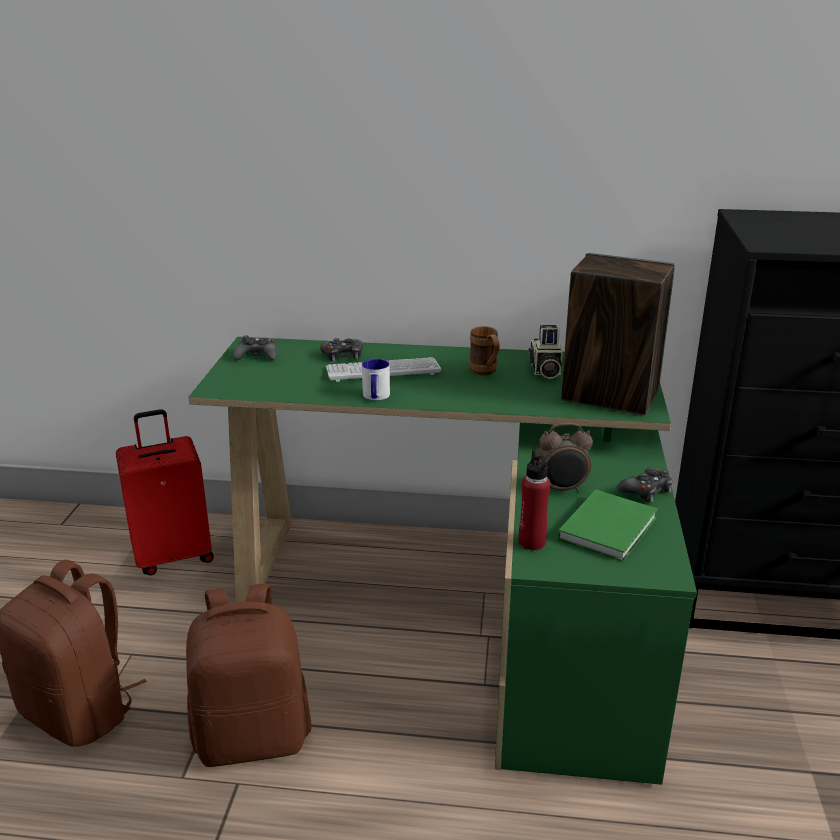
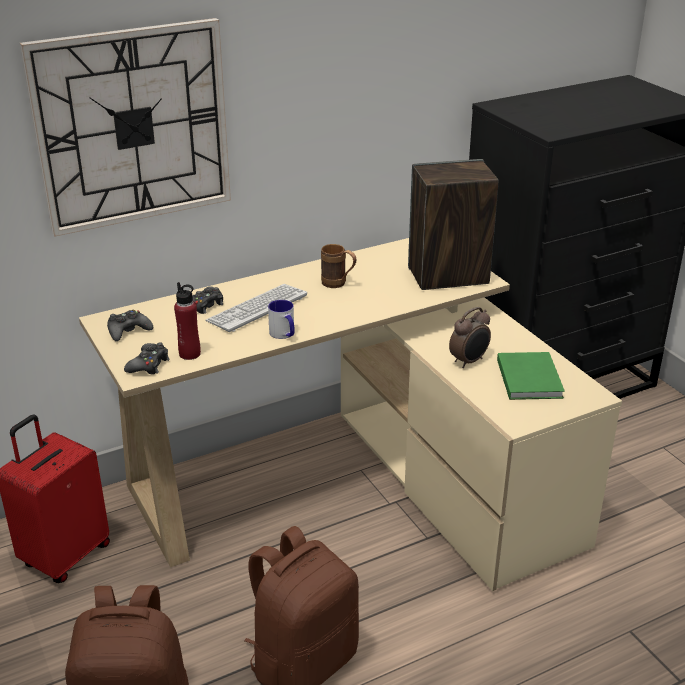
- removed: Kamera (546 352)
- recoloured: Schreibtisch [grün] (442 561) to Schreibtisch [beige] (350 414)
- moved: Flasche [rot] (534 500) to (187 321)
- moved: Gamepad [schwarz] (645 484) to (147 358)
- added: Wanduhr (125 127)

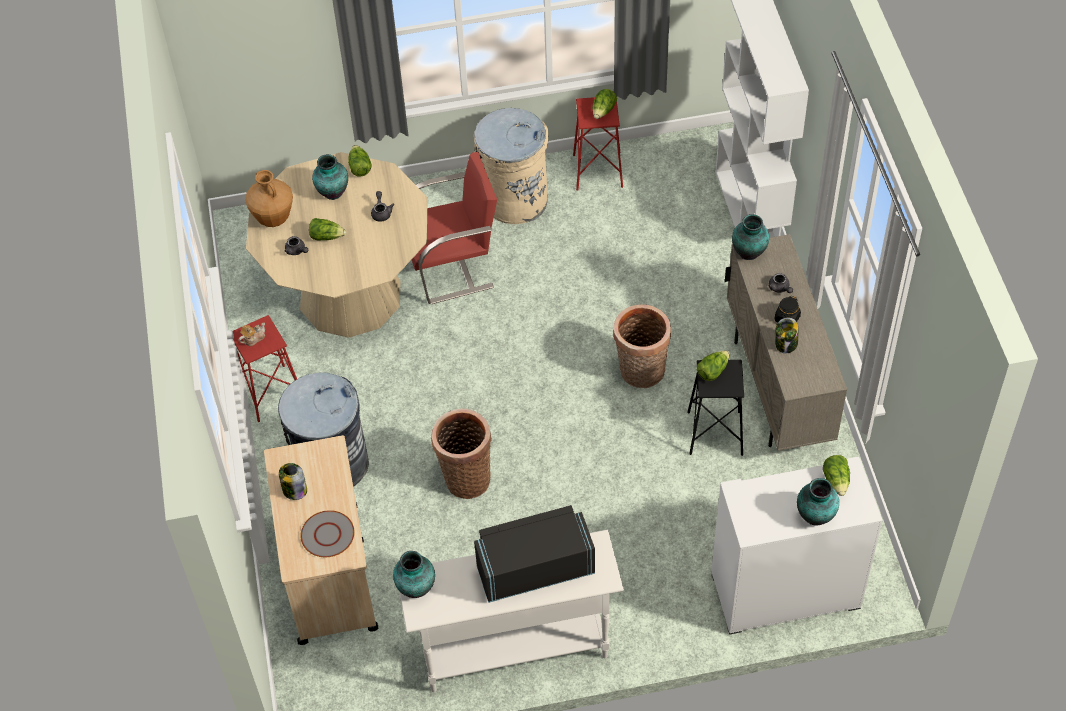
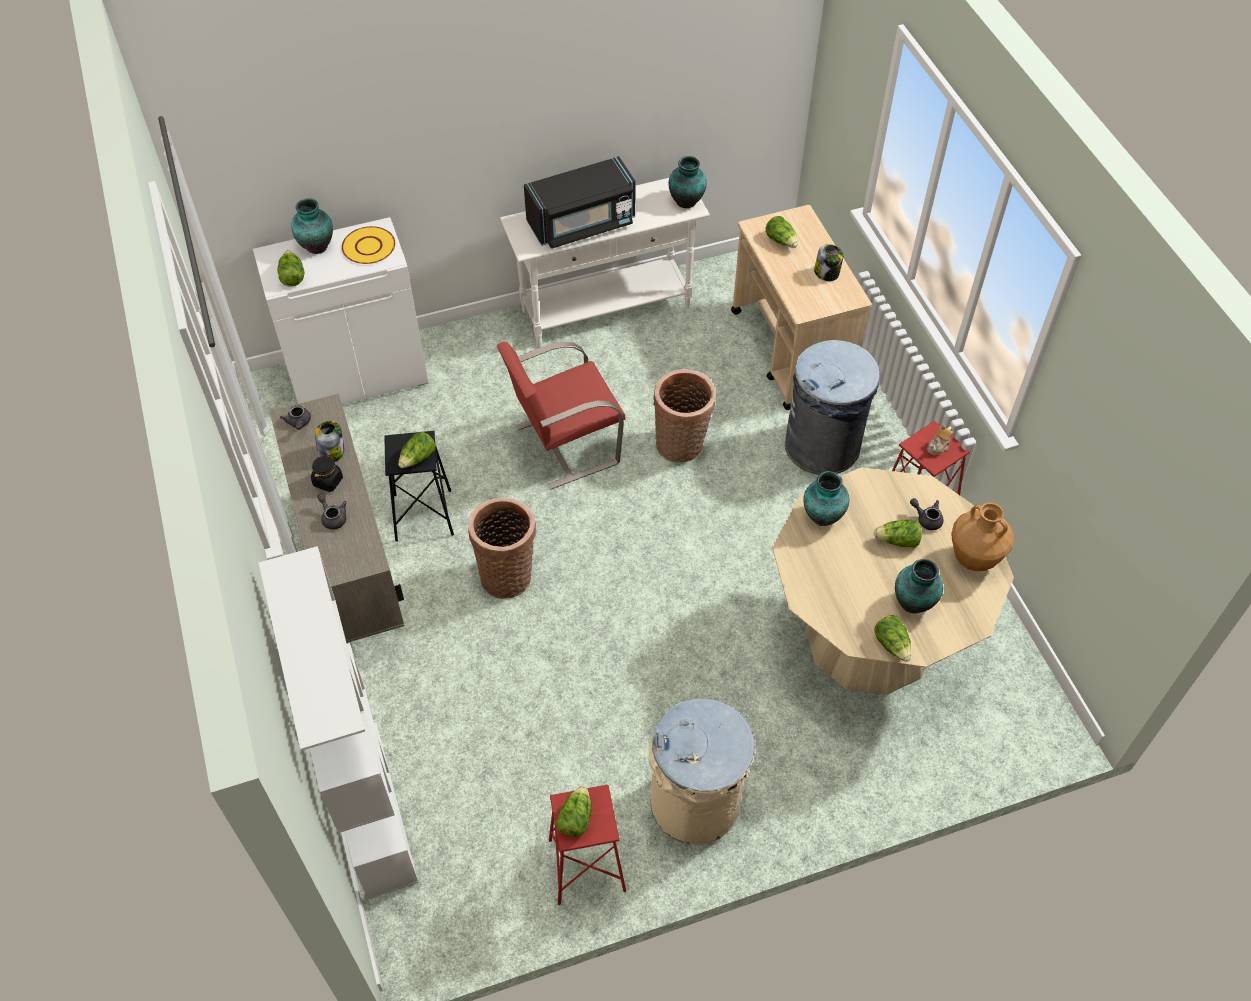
- moved: Stuhl [rot] (454 228) to (560 415)
- moved: Teekanne [grau] (382 206) to (295 417)
- moved: Vase (750 237) to (826 498)
- replaced: Teller [grau] (328 533) to Salatkopf (782 232)
- added: Teller [gelb] (368 245)

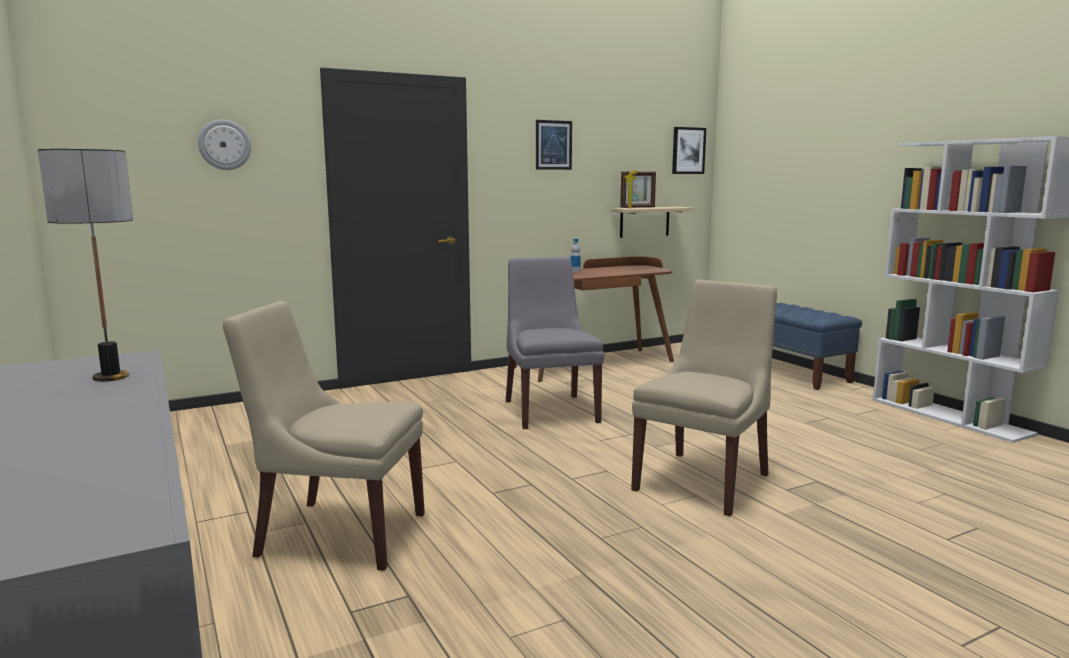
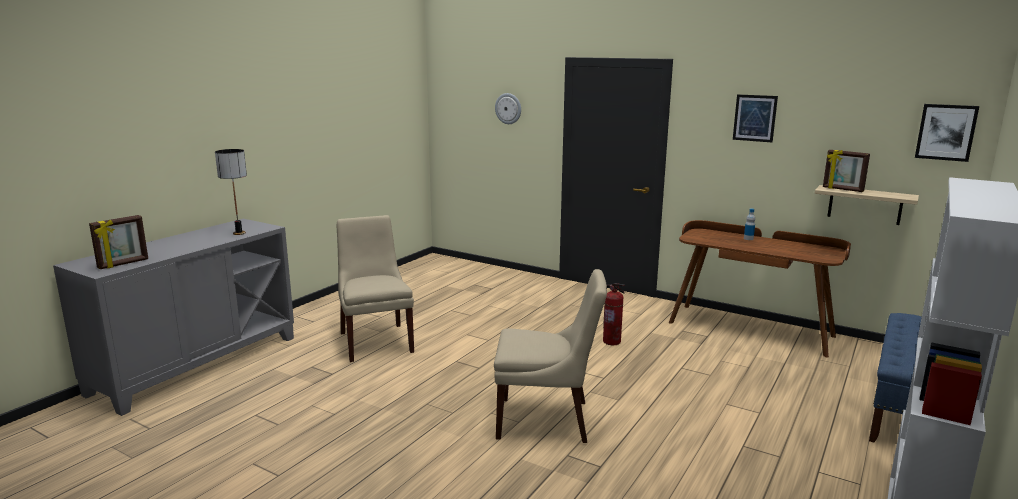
- replaced: Stuhl [grau] (555 343) to Feuerlöscher (614 314)
- added: Bilderrahmen (118 242)

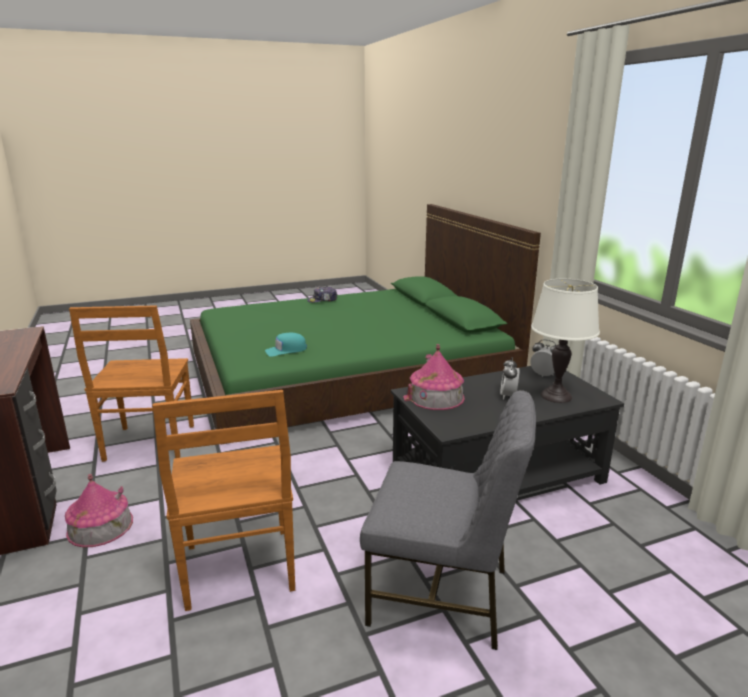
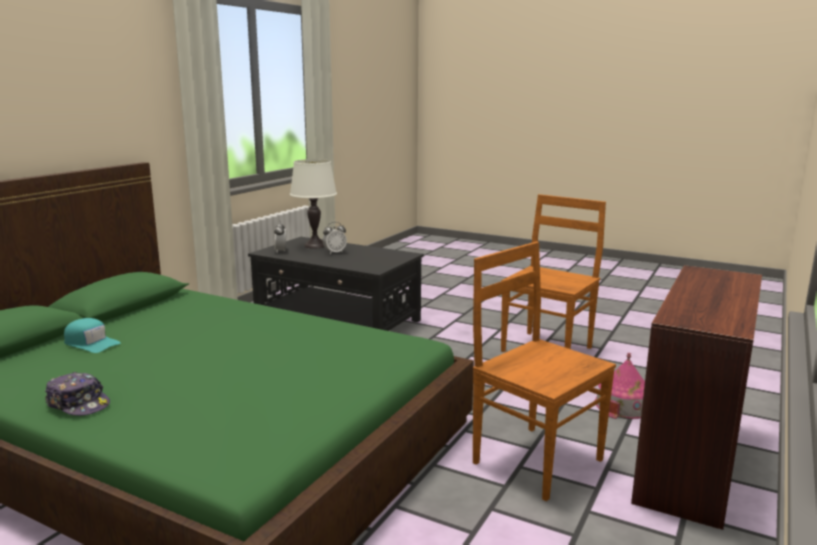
- turned: Stuhl [braun] (131 383) = (544 371) 90 degrees counterclockwise
- moved: Kappe [türkis] (286 345) to (92 335)
- removed: Spielzeughaus (434 377)
- removed: Stuhl [grau] (448 520)

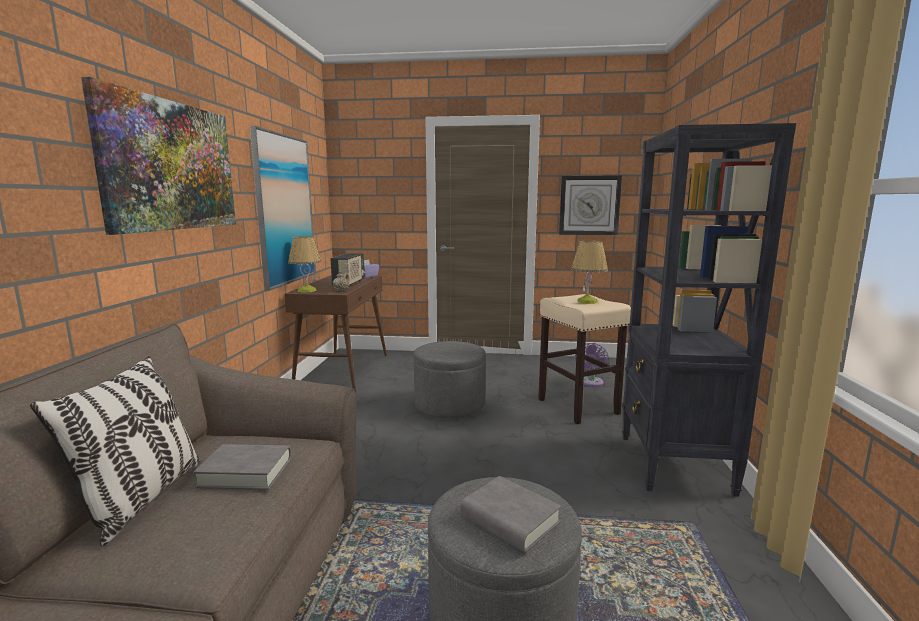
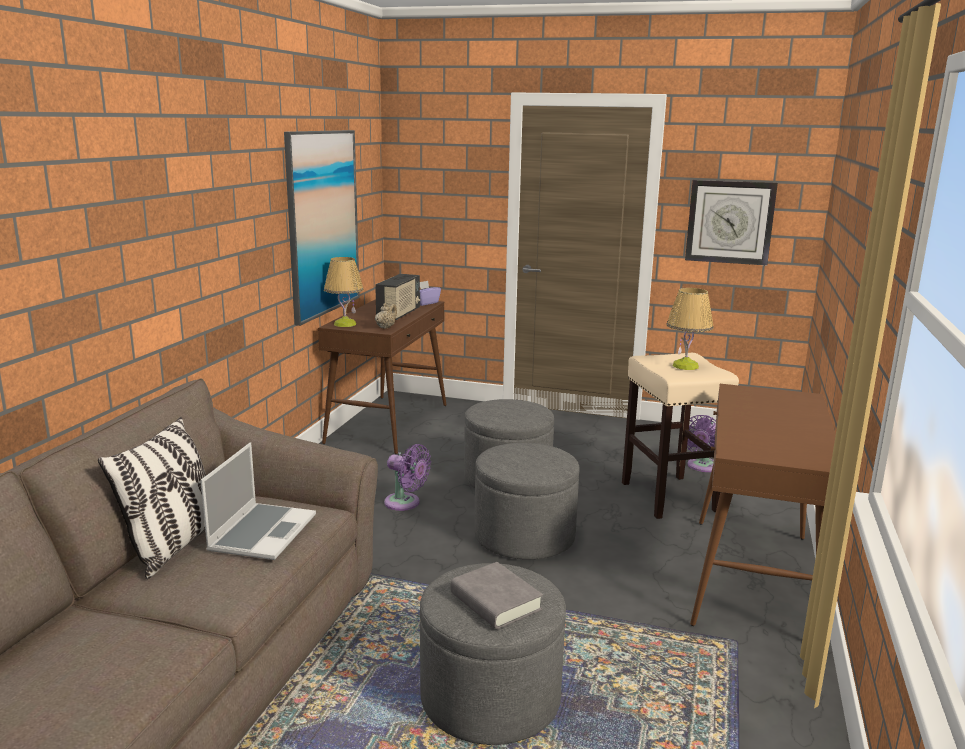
- removed: Bild (158 156)
- replaced: Bücherregal [schwarz] (709 310) to Konsolentisch [braun] (763 505)
- replaced: Buch [grau] (242 467) to Laptop (258 501)
- added: Polsterhocker [grau] (527 501)
- added: Ventilator [lila] (407 477)

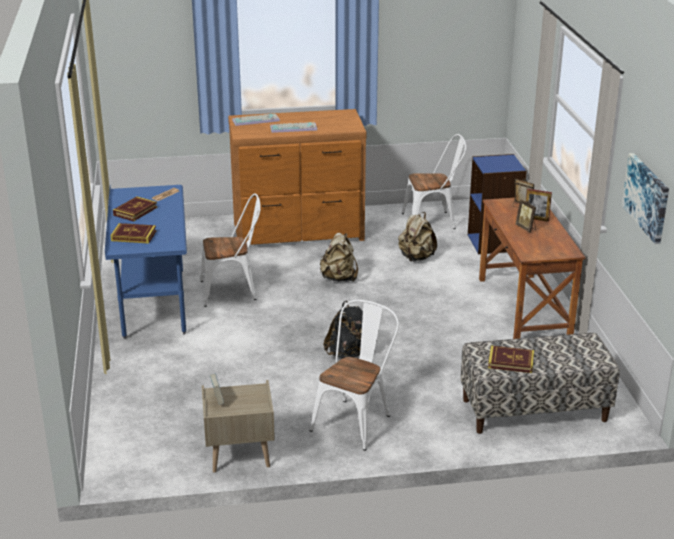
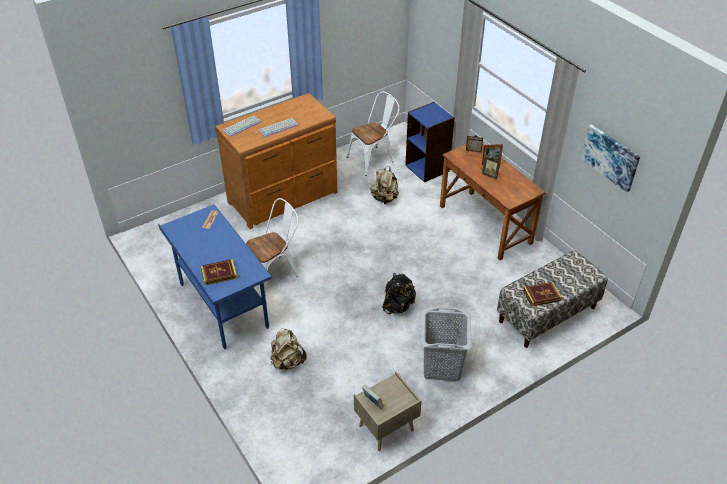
- removed: Buch (135 208)
- moved: Rucksack [beige] (339 257) to (289 349)
- replaced: Stuhl [weiß] (354 375) to Wäschekorb [grau] (446 344)

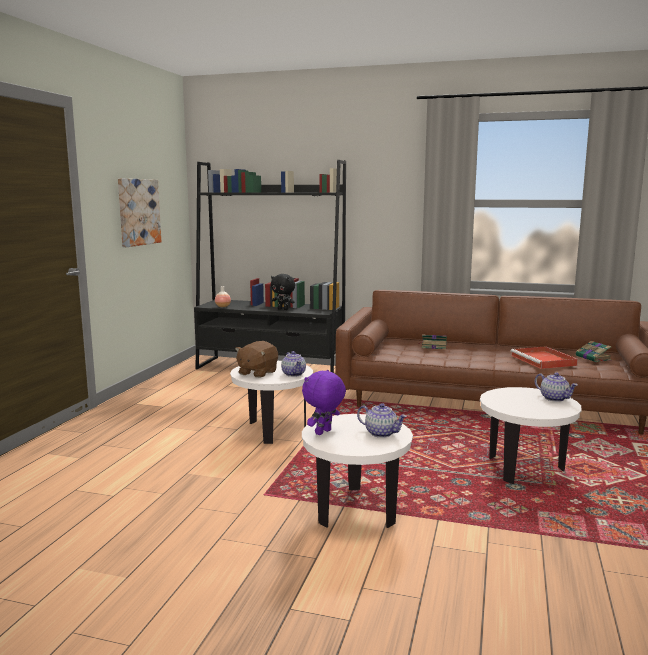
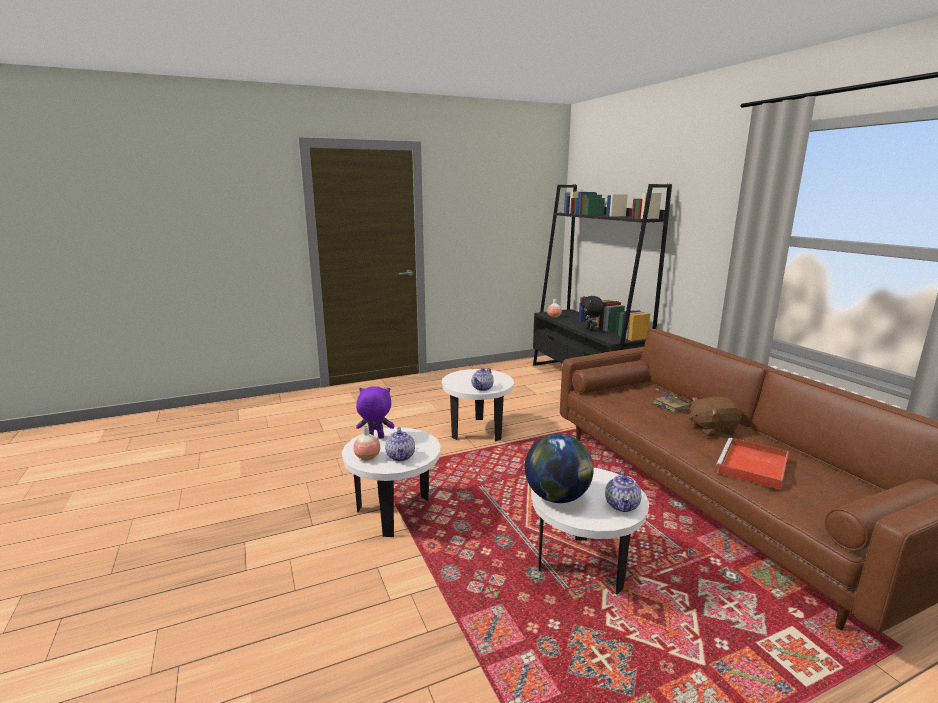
- removed: Bild (139 212)
- moved: Plüschtier [braun] (256 359) to (715 417)
- removed: Buch (594 351)
- added: Vase (366 443)
- added: Globus (559 468)

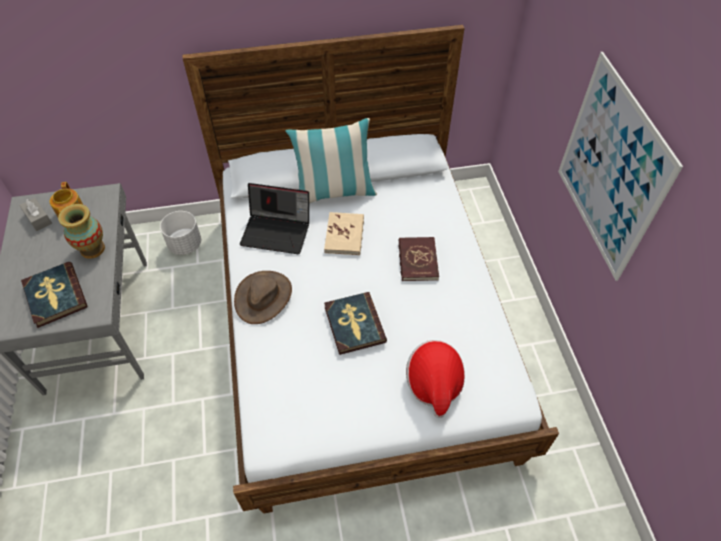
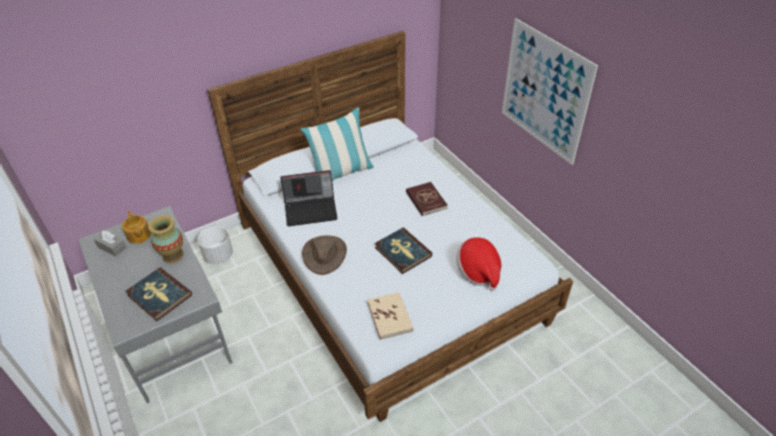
- moved: Buch [beige] (344 233) to (390 316)

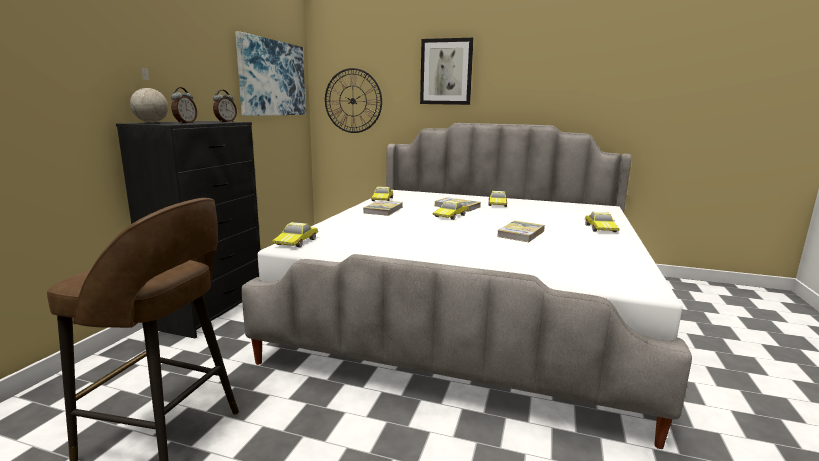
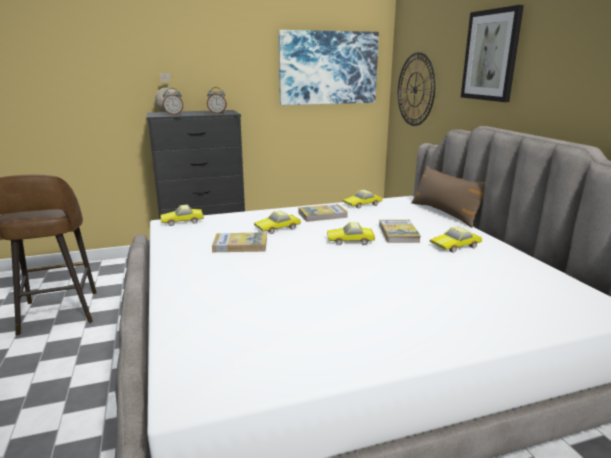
- moved: Spielzeugauto (602 222) to (277 222)
- moved: Buch (521 231) to (239 242)
- added: Kissen [braun] (448 197)

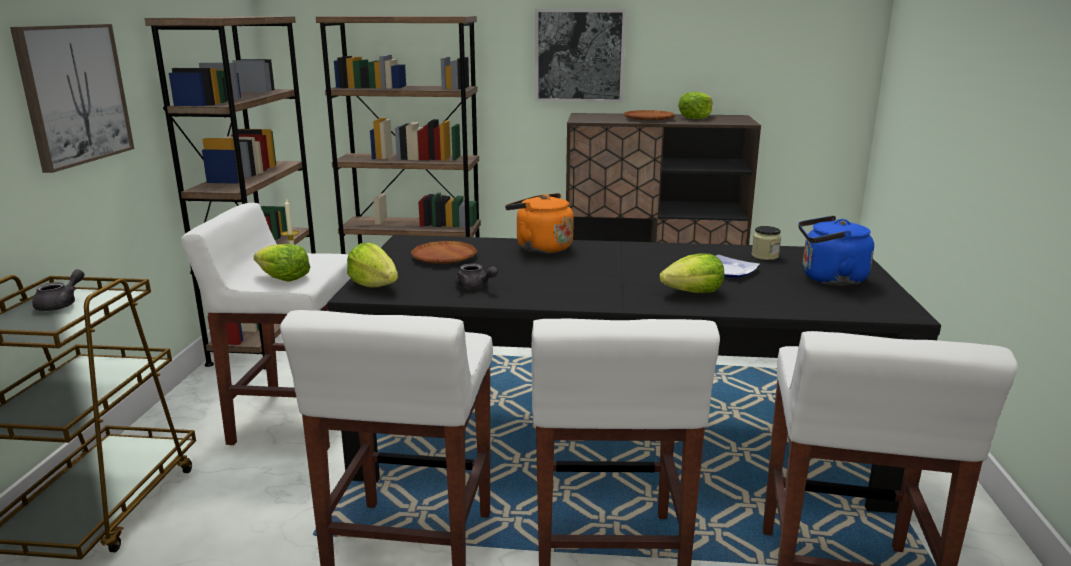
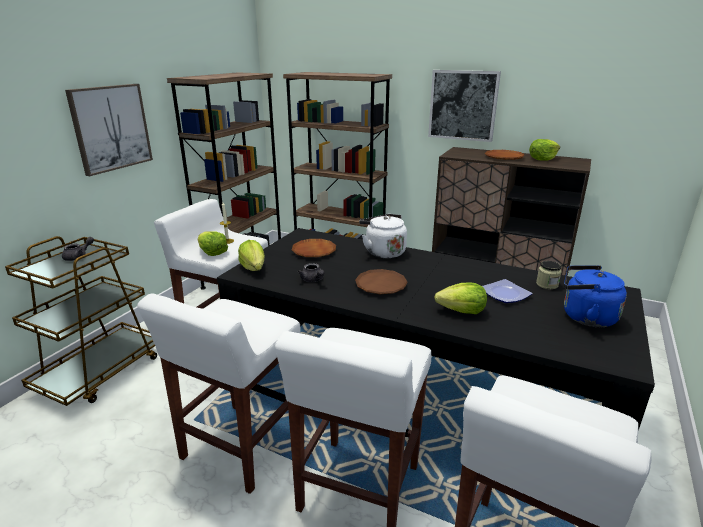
- recoloured: Wasserkessel [orange] (539 223) to Wasserkessel [weiß] (383 236)
- added: Teller [braun] (381 281)

